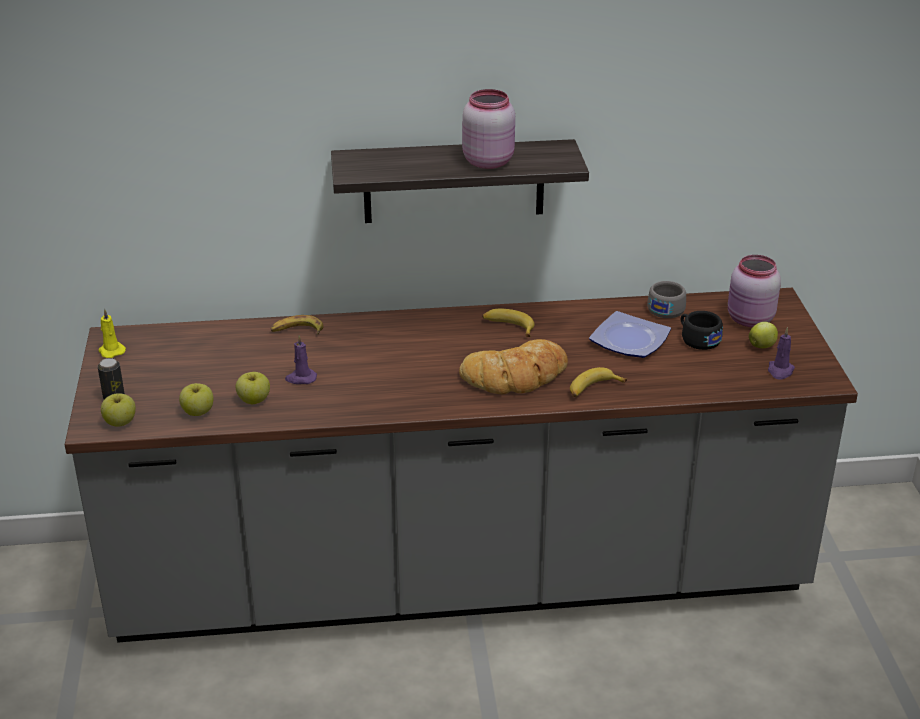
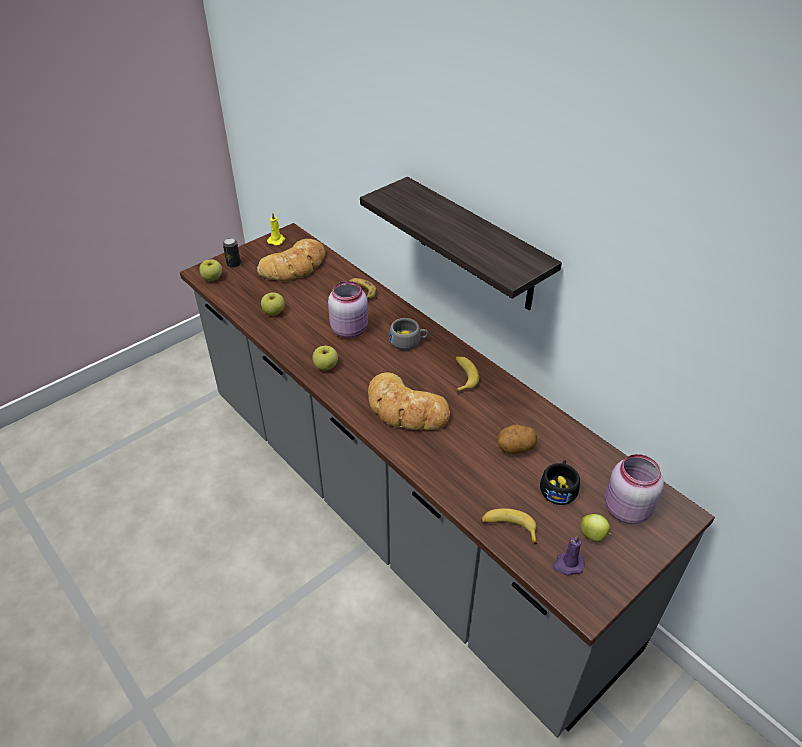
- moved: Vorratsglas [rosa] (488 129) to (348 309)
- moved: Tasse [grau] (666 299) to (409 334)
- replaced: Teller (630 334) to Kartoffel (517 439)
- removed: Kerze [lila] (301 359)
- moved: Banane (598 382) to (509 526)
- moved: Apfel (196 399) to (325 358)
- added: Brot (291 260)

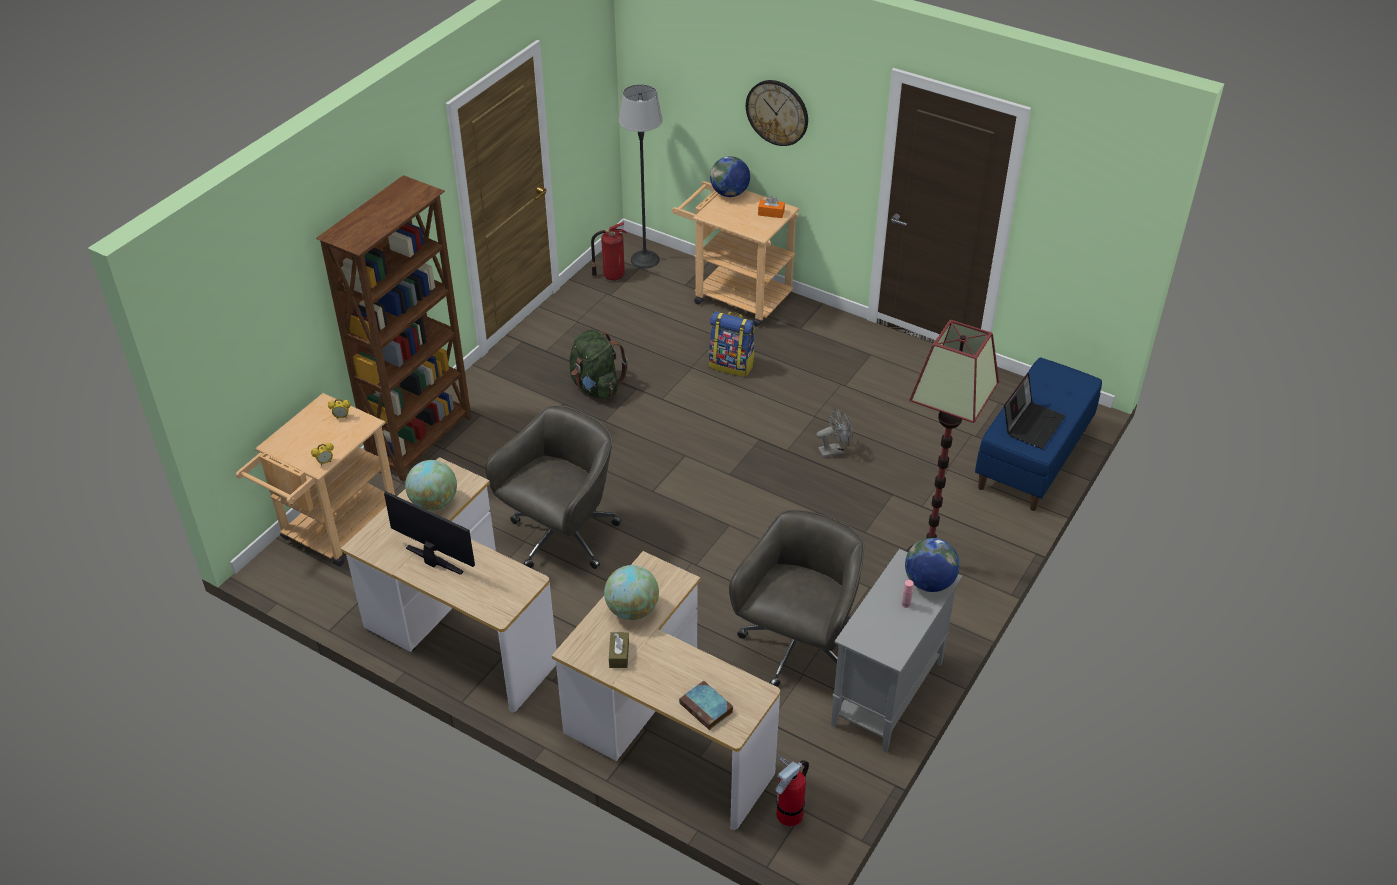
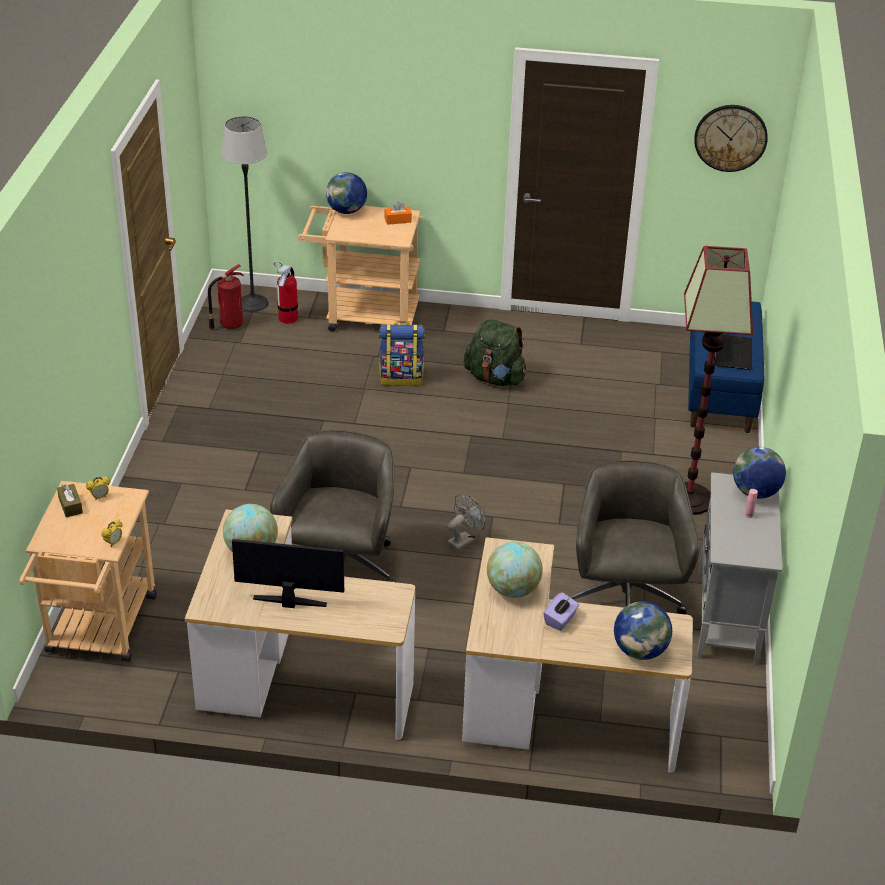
- moved: Wanduhr (777 113) to (731 138)
- removed: Bücherregal [braun] (393 328)
- moved: Rucksack [grün] (599 365) to (495 352)
- moved: Ventilator [grau] (834 433) to (466 522)
- moved: Taschentuchbox [braun] (619 650) to (70 500)
- replaced: Buch (706 705) to Globus (643 630)
- moved: Feuerlöscher (792 791) to (286 293)
- added: Taschentuchbox [lila] (561 611)

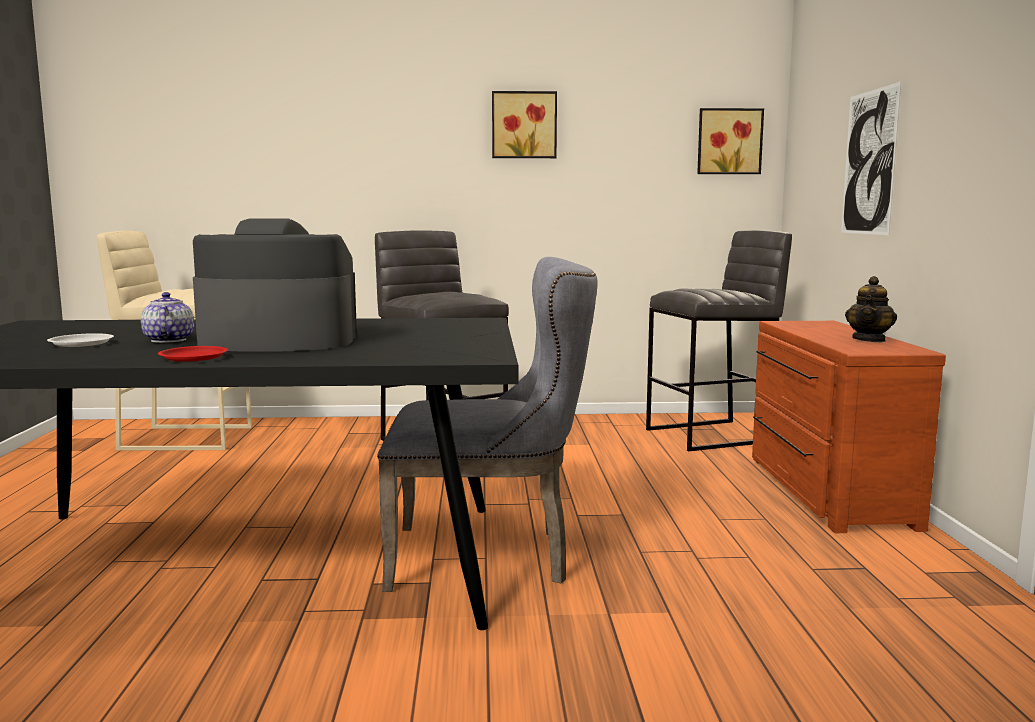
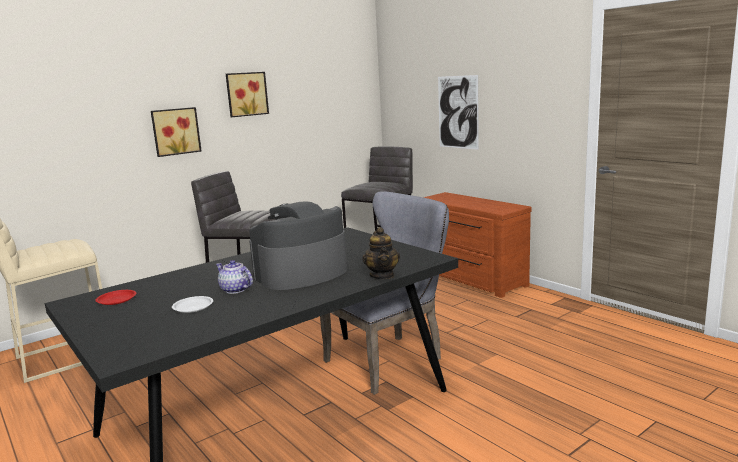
- moved: Bild (730 141) to (176 132)
- moved: Teekanne (871 309) to (381 253)
- moved: Teller [rot] (193 354) to (115 297)

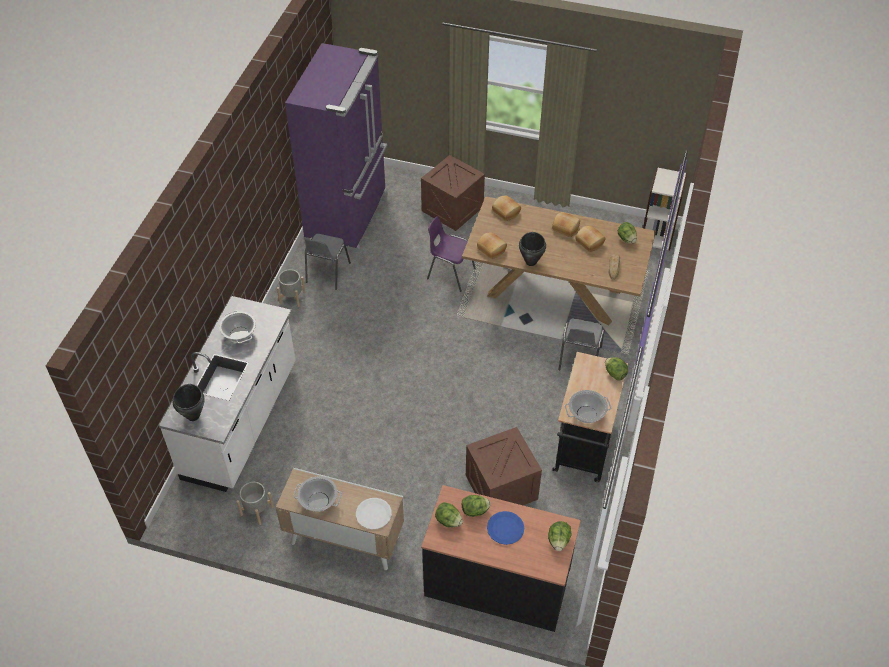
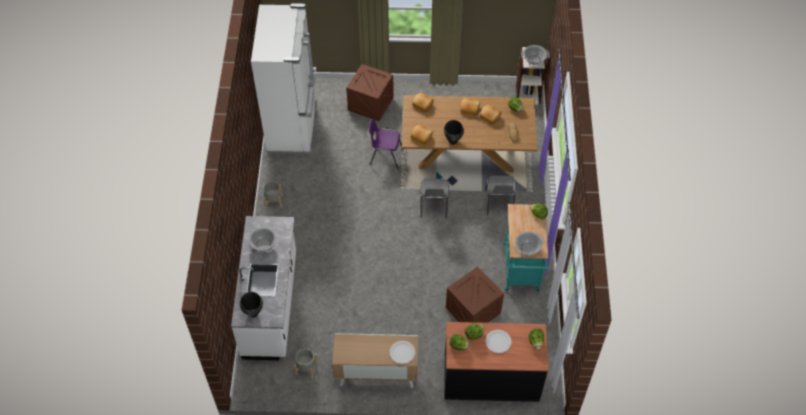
- recoloured: Kühlschrank [lila] (336 147) to Kühlschrank [weiß] (284 78)
- moved: Stuhl [grau] (328 262) to (434 198)
- recoloured: Rollwagen [schwarz] (590 417) to Rollwagen [türkis] (526 248)
- moved: Kochtopf (317 494) to (535 55)
- recoloured: Teller [blau] (505 528) to Teller [weiß] (499 341)

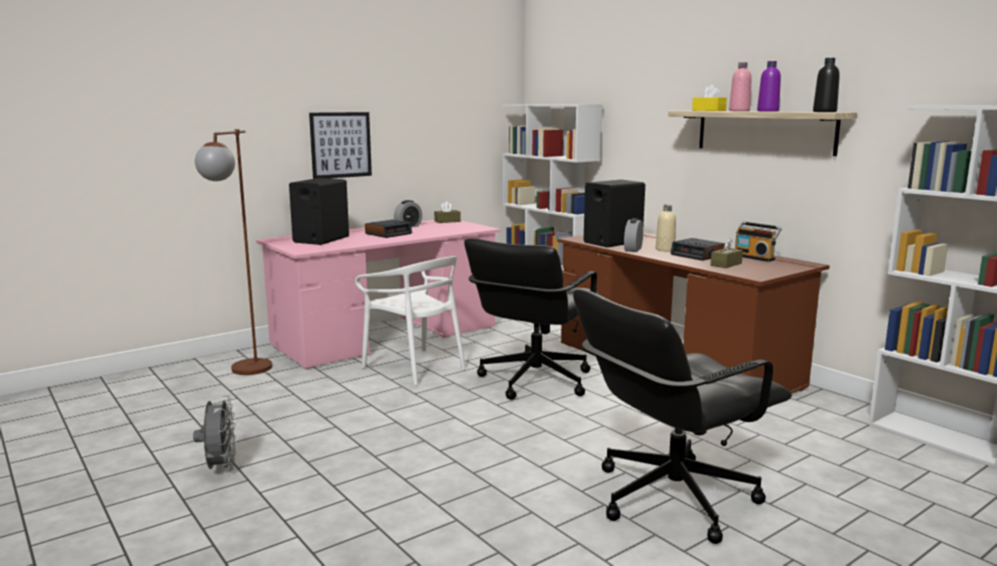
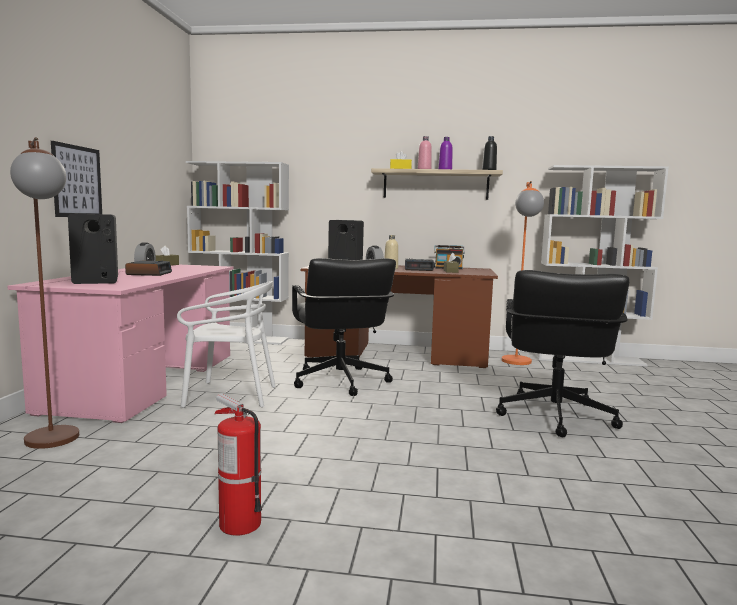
- replaced: Ventilator [grau] (214 434) to Feuerlöscher (238 465)
- added: Stehlampe [orange] (523 273)

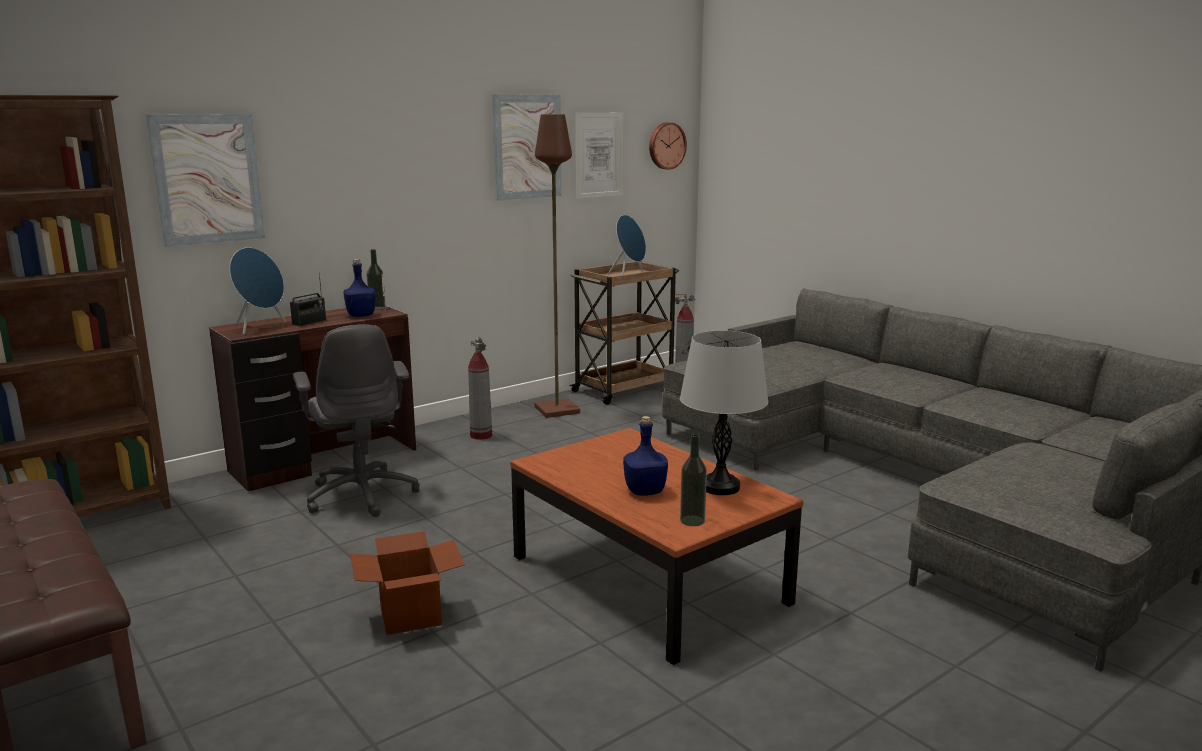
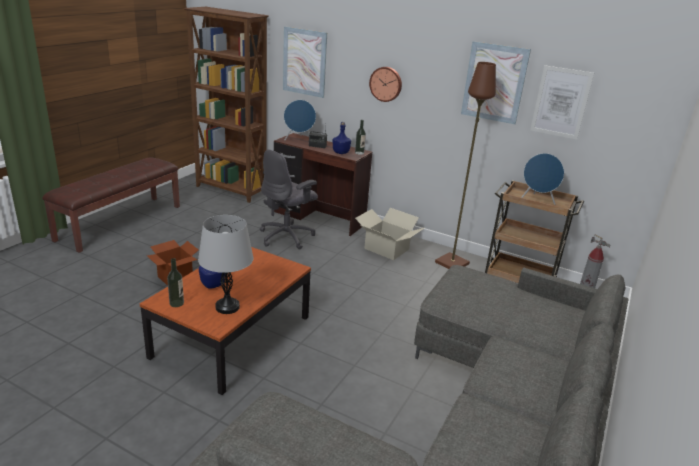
- moved: Wanduhr (668 146) to (385 84)
- replaced: Feuerlöscher (480 388) to Karton (389 234)

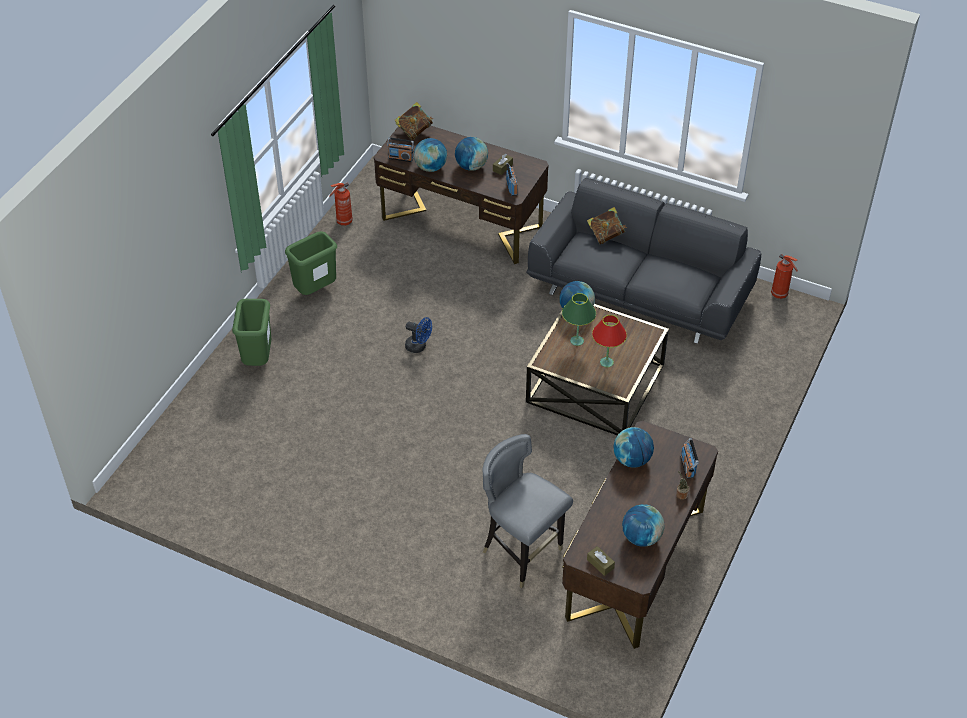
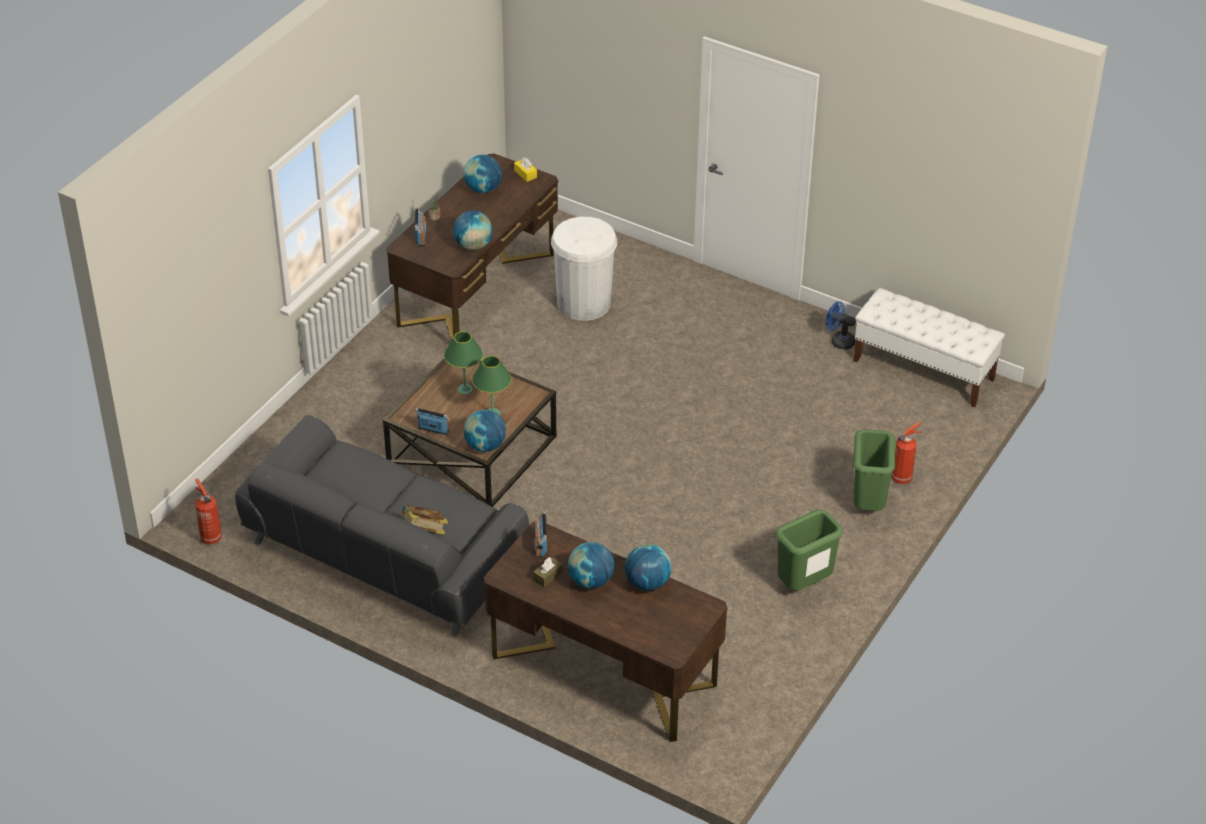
- removed: Buch (413 121)
- moved: Radio (400 149) to (432 421)
- moved: Feuerlöscher (341 204) to (907 453)
- recoloured: Tischlampe [rot] (609 341) to Tischlampe [grün] (463 362)
- moved: Ventilator [blau] (418 335) to (841 325)
- replaced: Stuhl [grau] (527 511) to Mülleimer [weiß] (584 269)
- recoloured: Taschentuchbox [braun] (601 561) to Taschentuchbox [gelb] (525 169)
- added: Bank [weiß] (929 348)

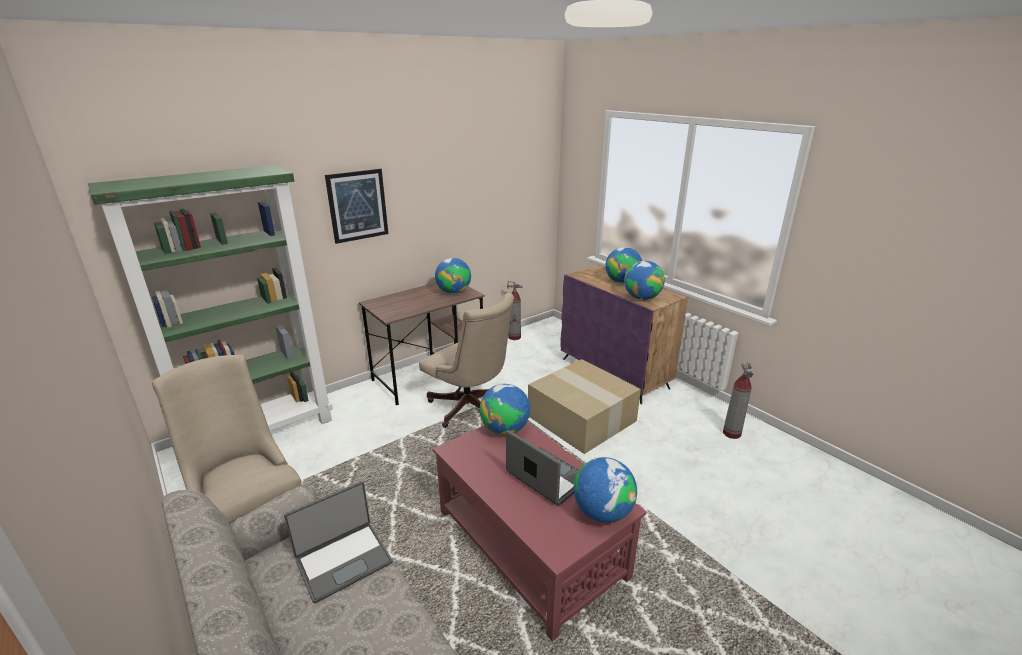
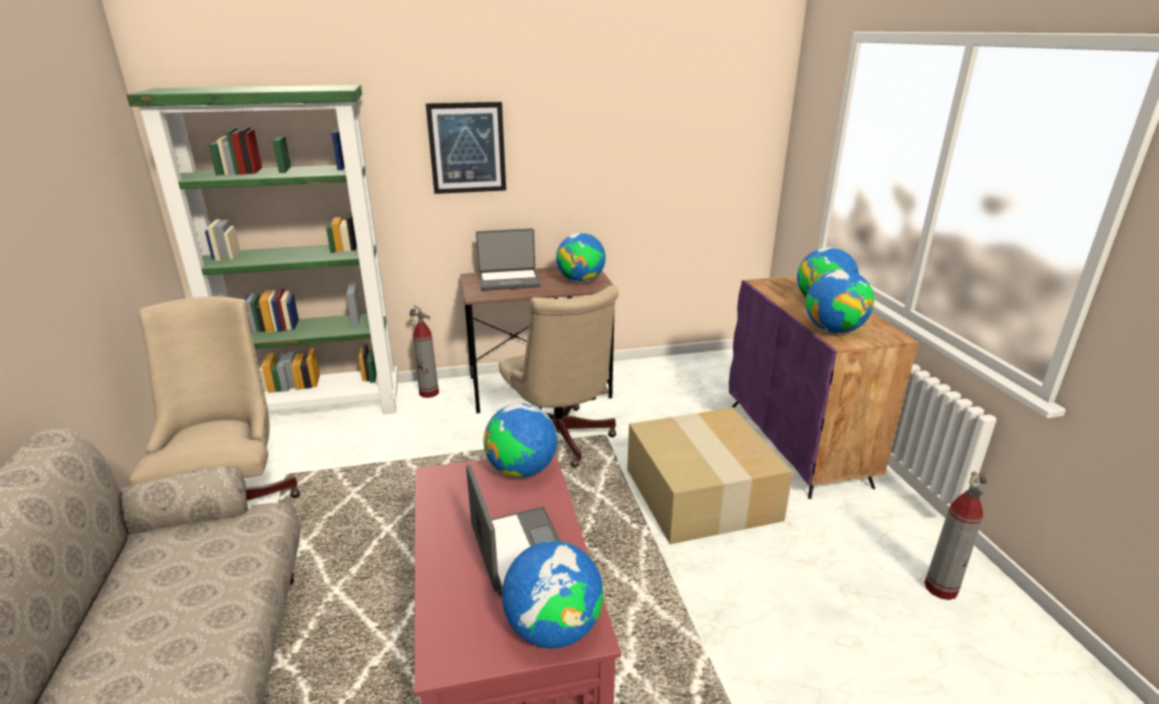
- moved: Feuerlöscher (515 310) to (424 351)
- moved: Laptop (338 542) to (508 259)

